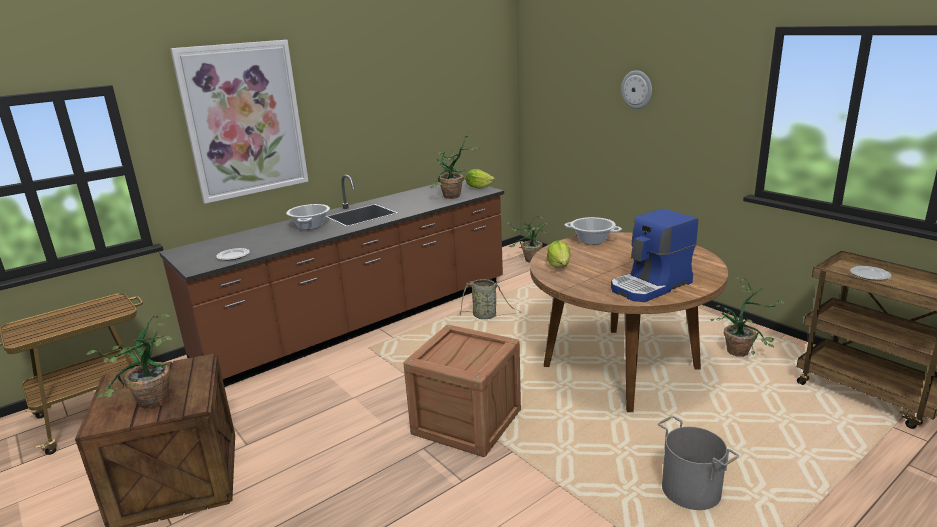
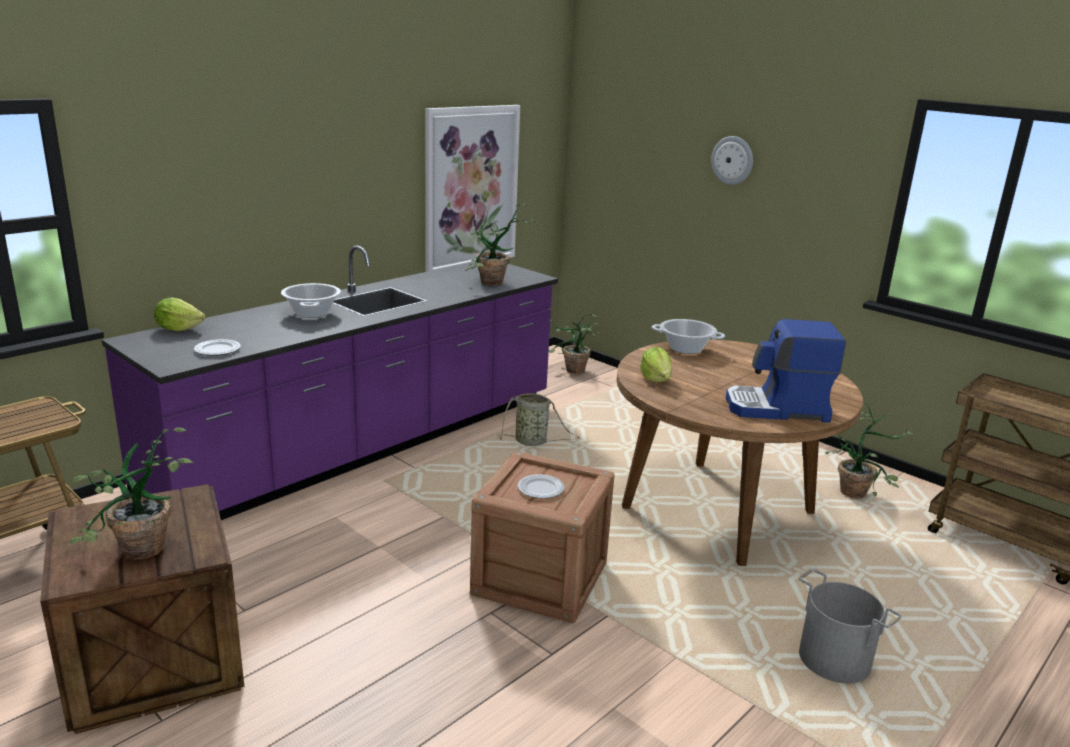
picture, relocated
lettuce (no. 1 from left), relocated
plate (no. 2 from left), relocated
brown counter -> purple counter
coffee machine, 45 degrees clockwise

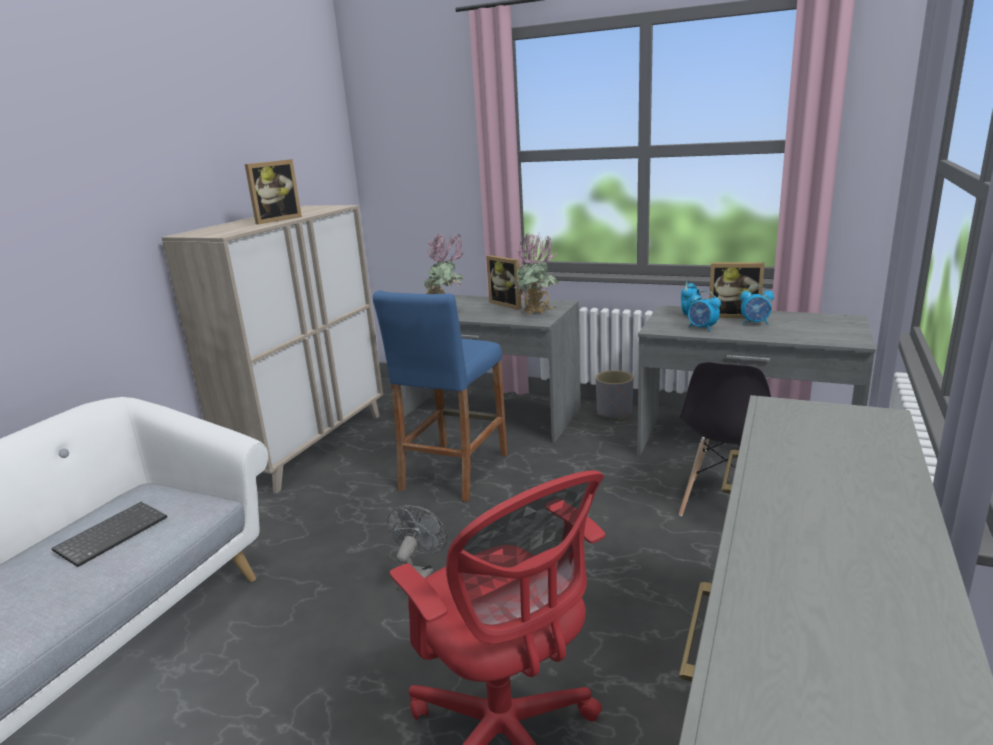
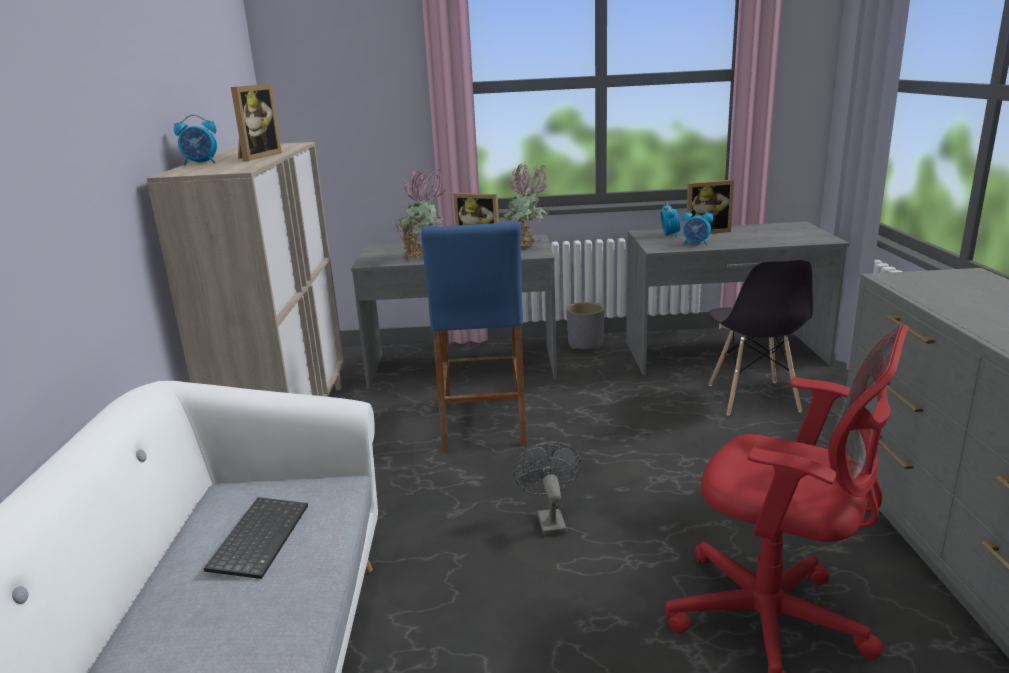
alarm clock (no. 3 from left in the first image) -> alarm clock (no. 1 from left), relocated

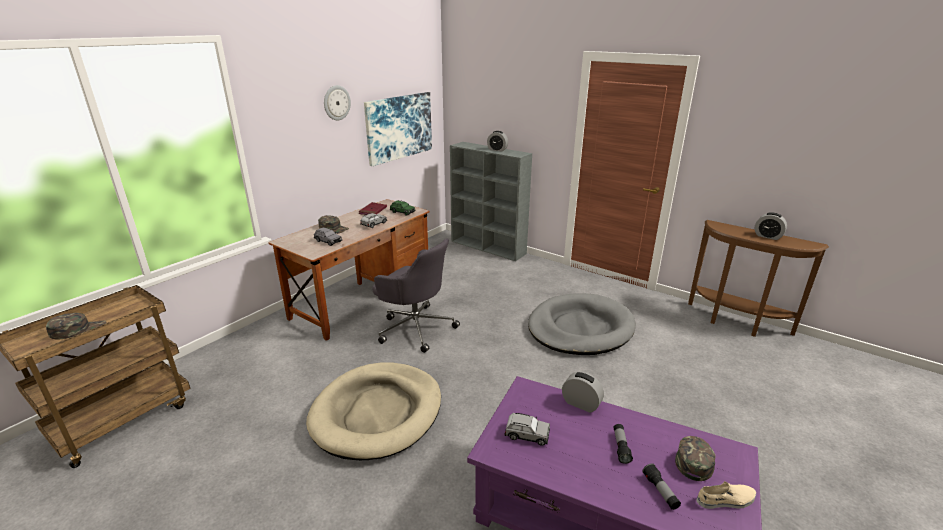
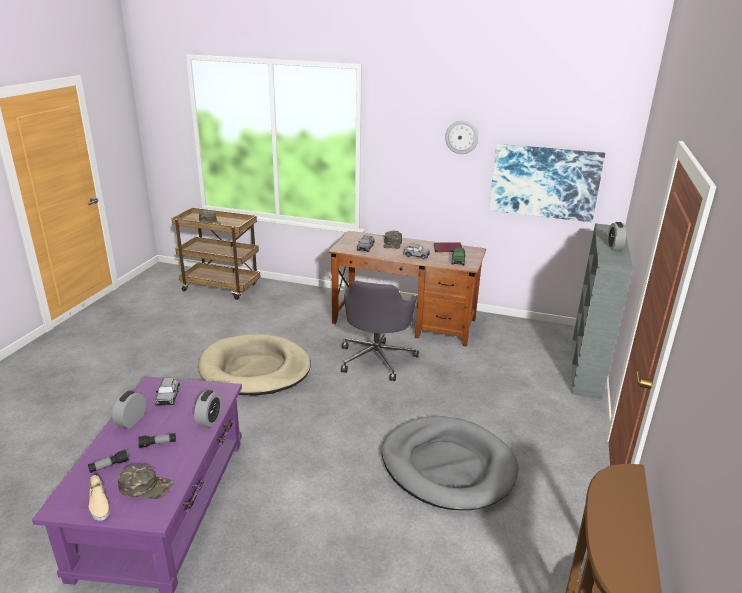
alarm clock (no. 3 from left in the first image) -> alarm clock (no. 1 from left), relocated

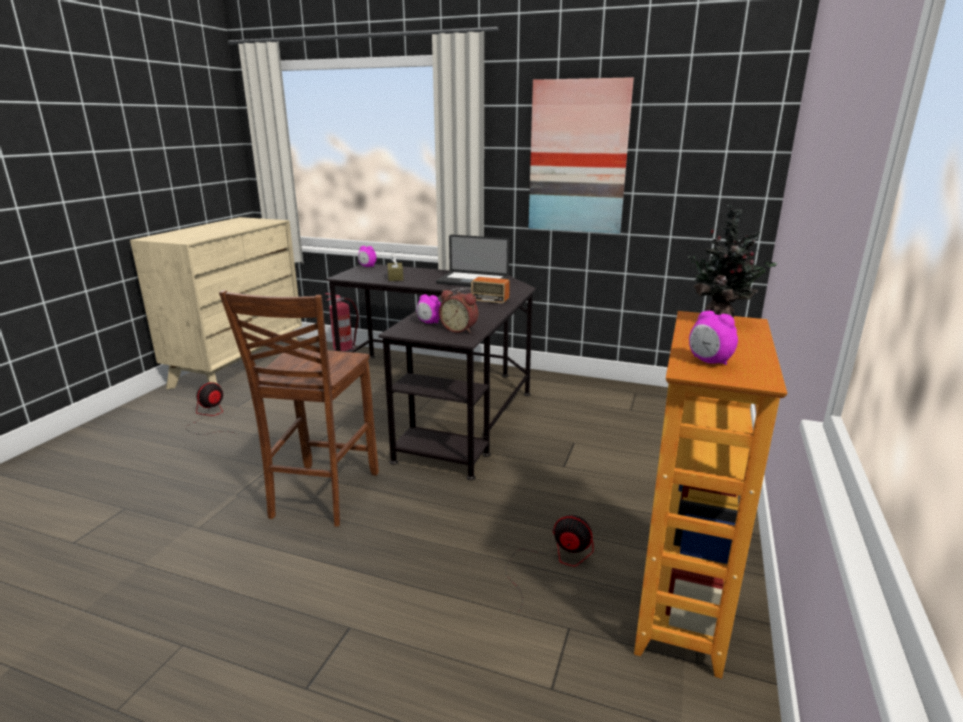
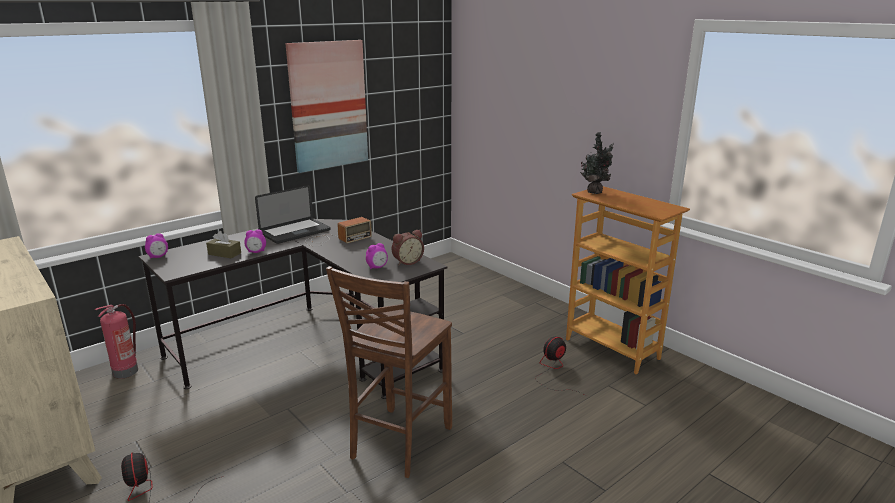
alarm clock (no. 4 from left in the first image) -> alarm clock (no. 2 from left), relocated
brown chair, 75 degrees clockwise

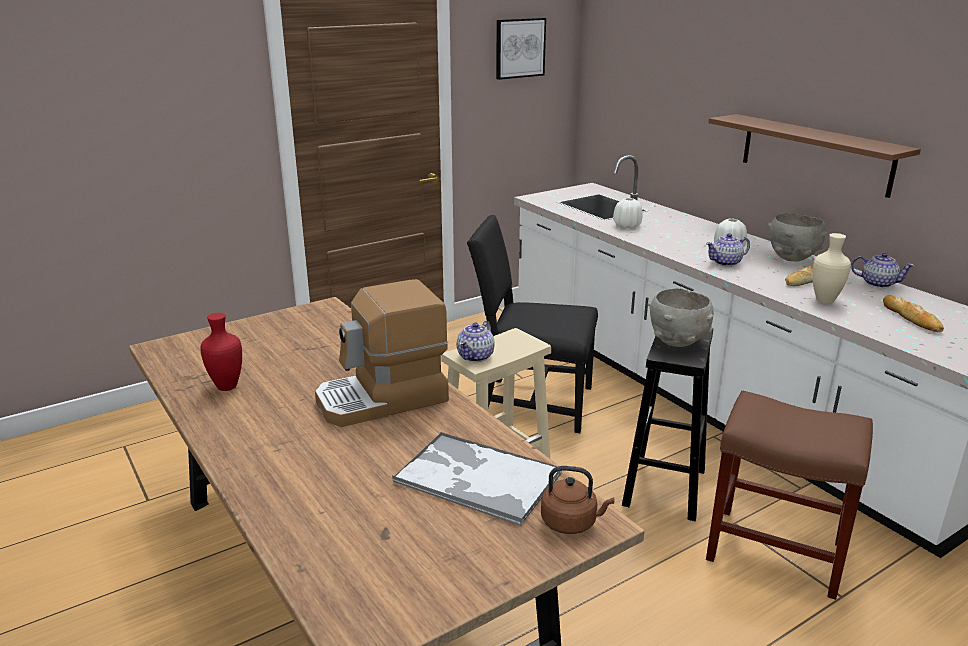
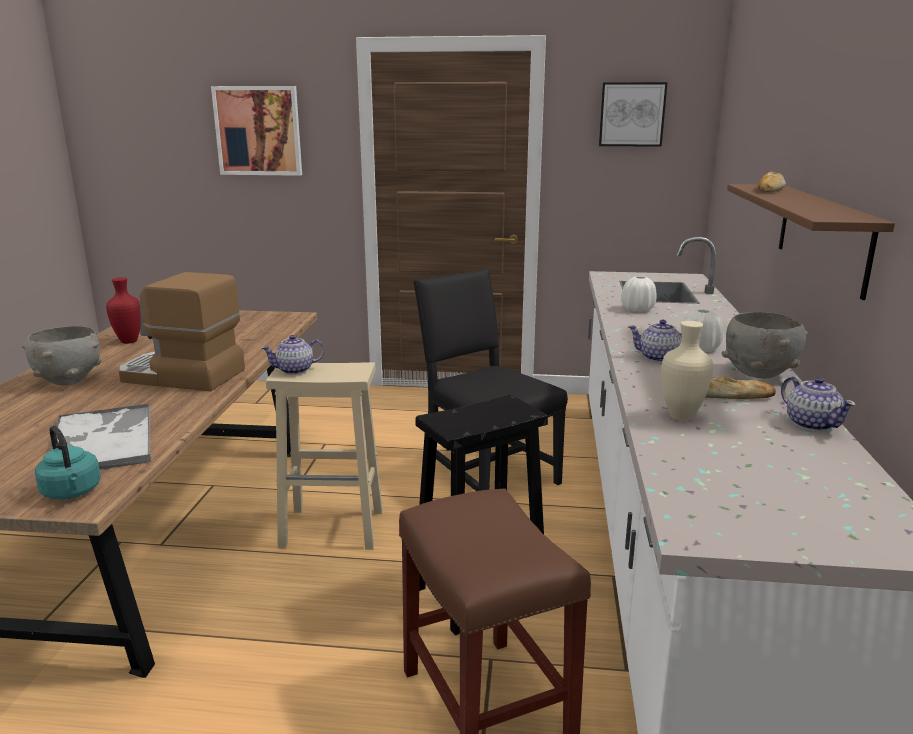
none -> picture (no. 1 from left)
grey bowl (no. 1 from left), relocated
bread (no. 2 from left), relocated
brown kettle -> turquoise kettle

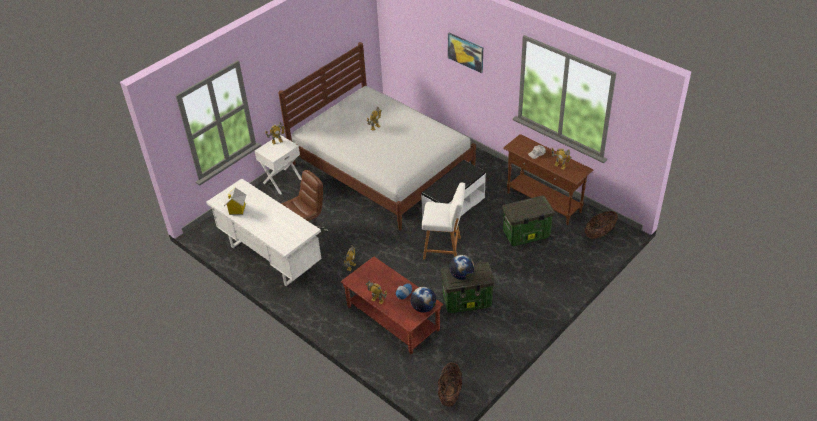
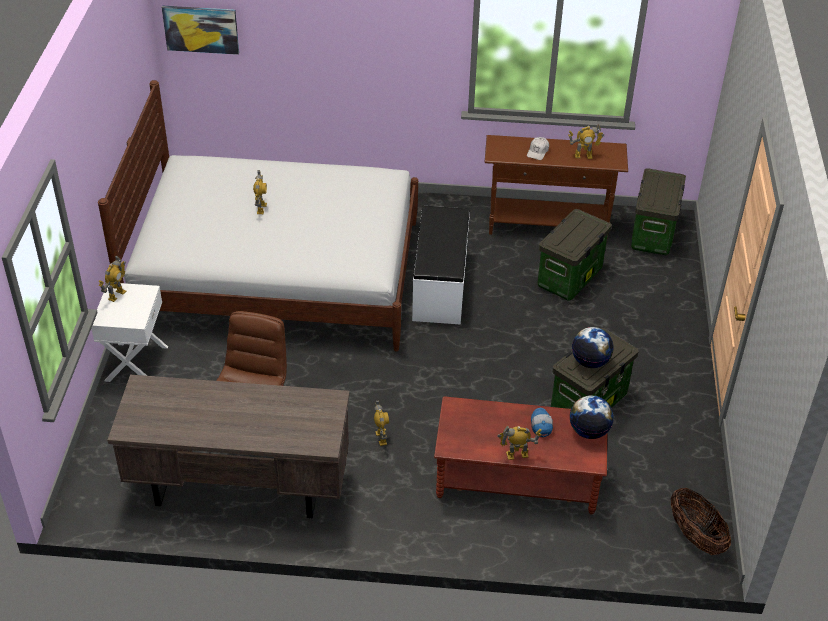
toy house -> none
white stool -> none
picture, relocated
basket (no. 2 from left) -> storage box (no. 3 from left)
white desk -> brown desk

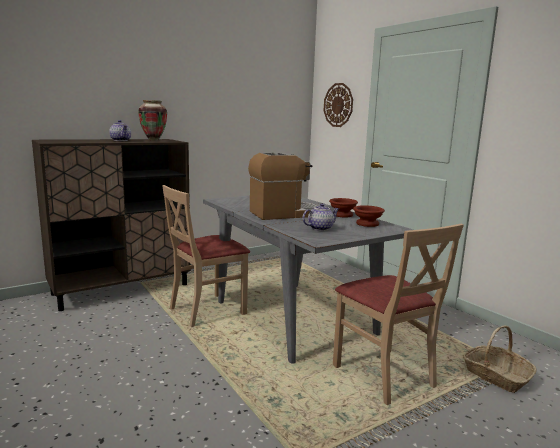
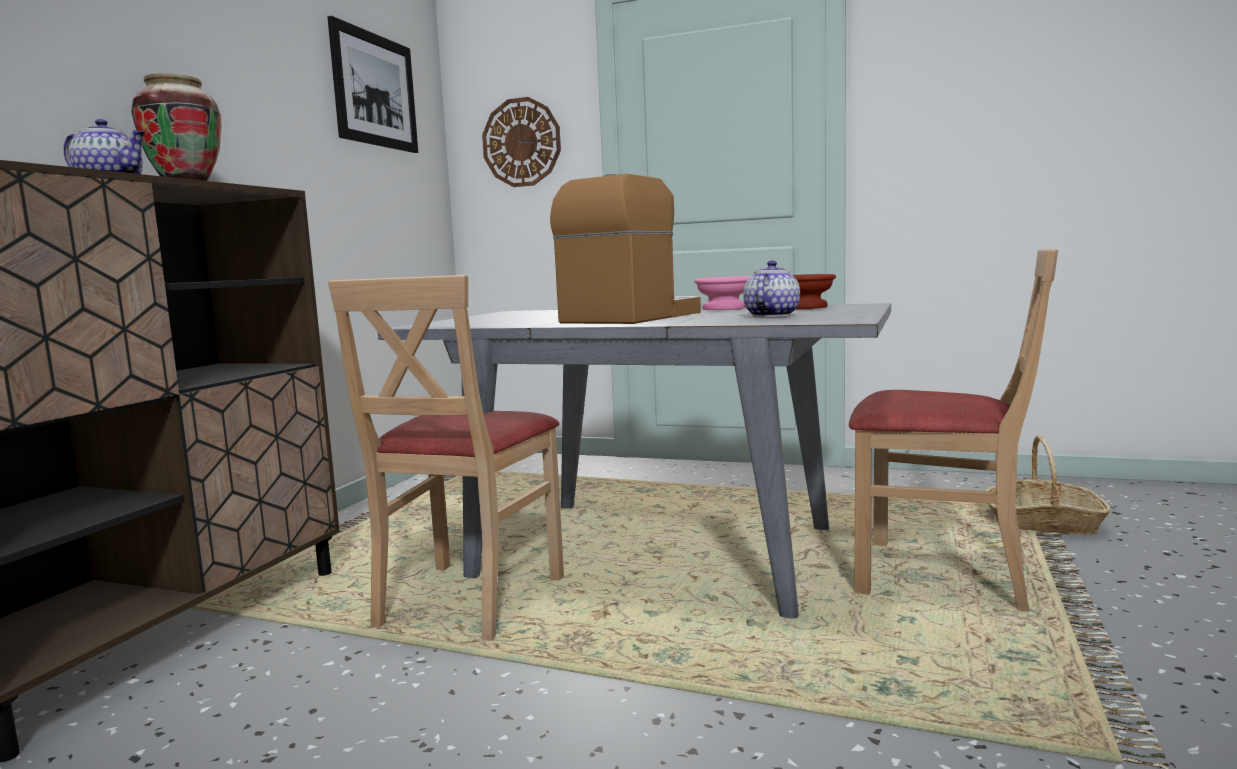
none -> picture
brown bowl (no. 1 from left) -> pink bowl

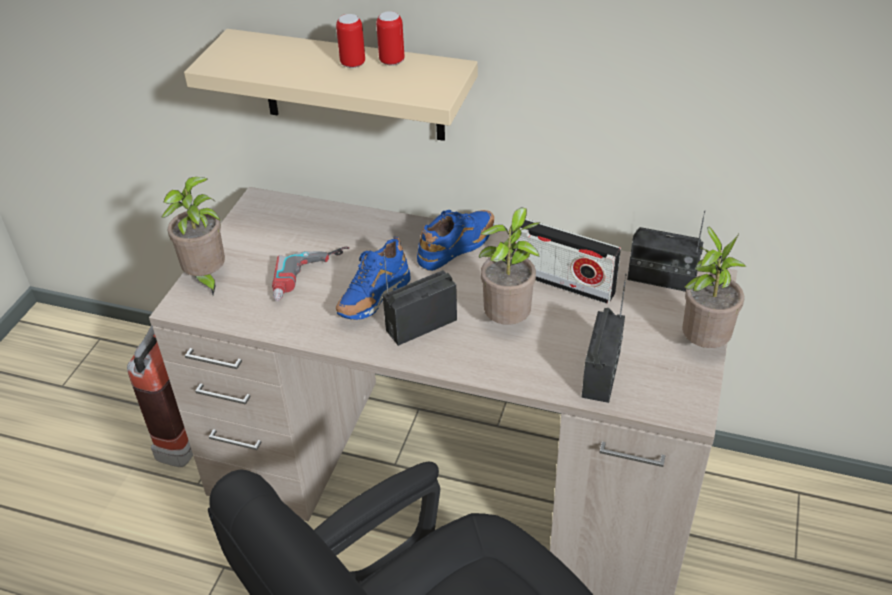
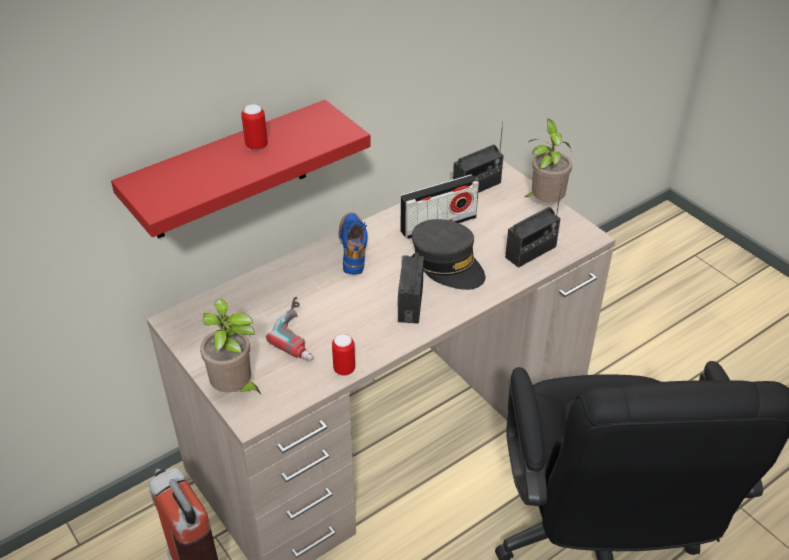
blue shoe (no. 1 from left) -> none
can (no. 2 from left), relocated
potted plant (no. 2 from left) -> grey cap
beige shelf -> red shelf
radio (no. 3 from left in the first image) -> radio (no. 4 from left), 90 degrees clockwise

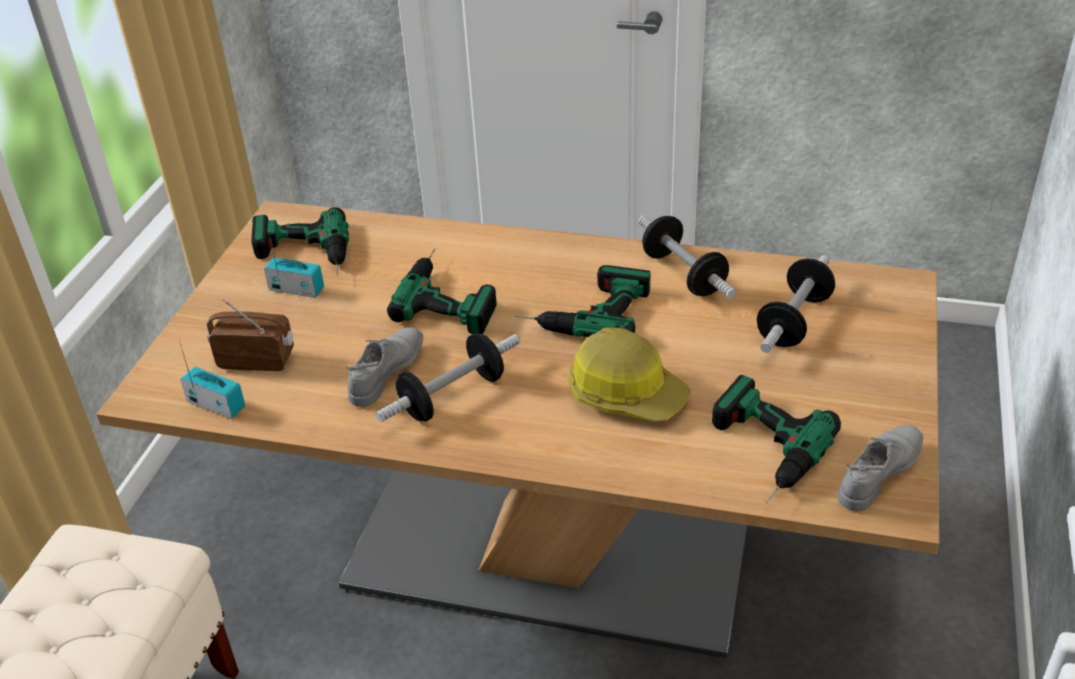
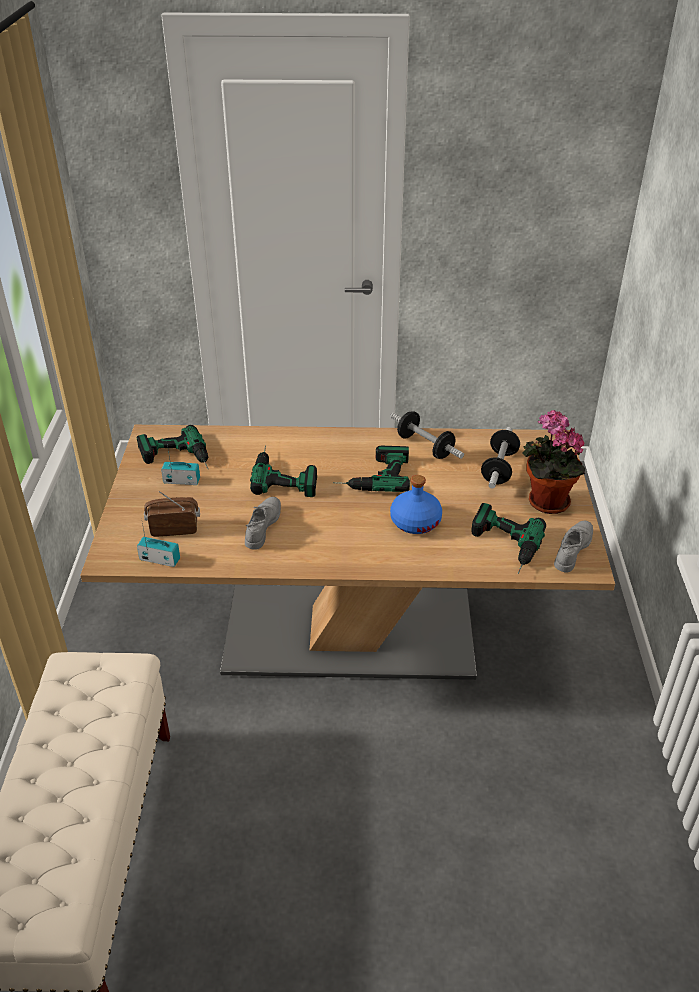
dumbbell (no. 1 from left) -> none
none -> potted plant
hard hat -> blue bottle

